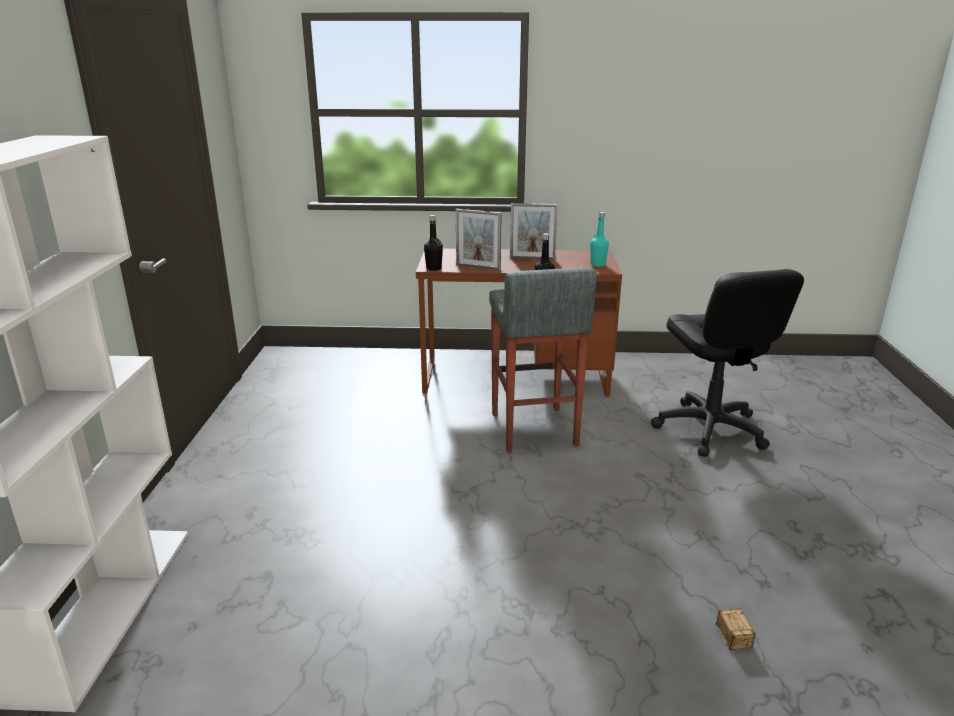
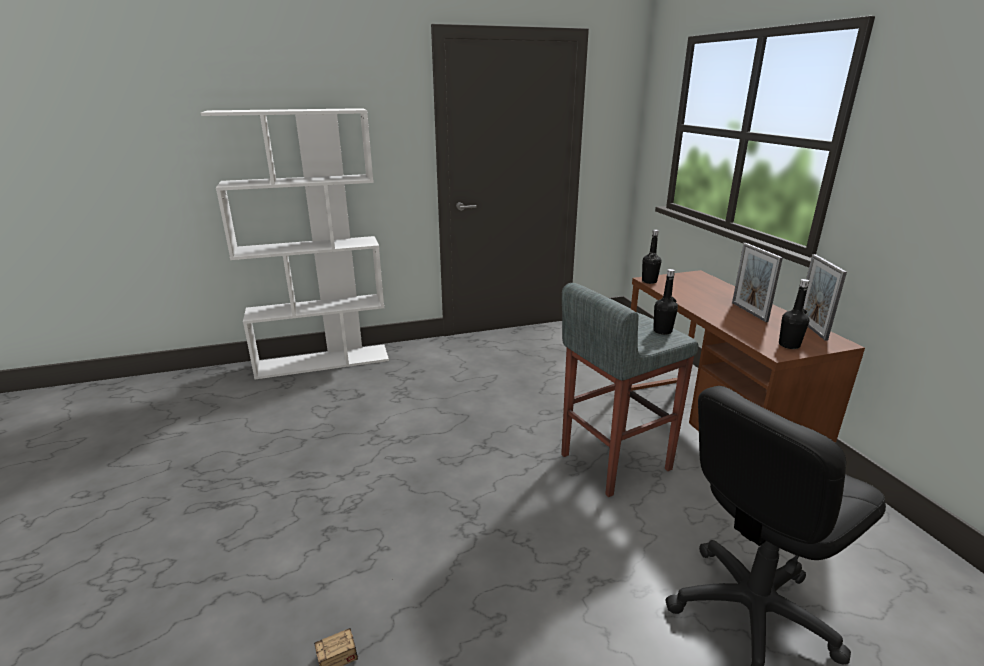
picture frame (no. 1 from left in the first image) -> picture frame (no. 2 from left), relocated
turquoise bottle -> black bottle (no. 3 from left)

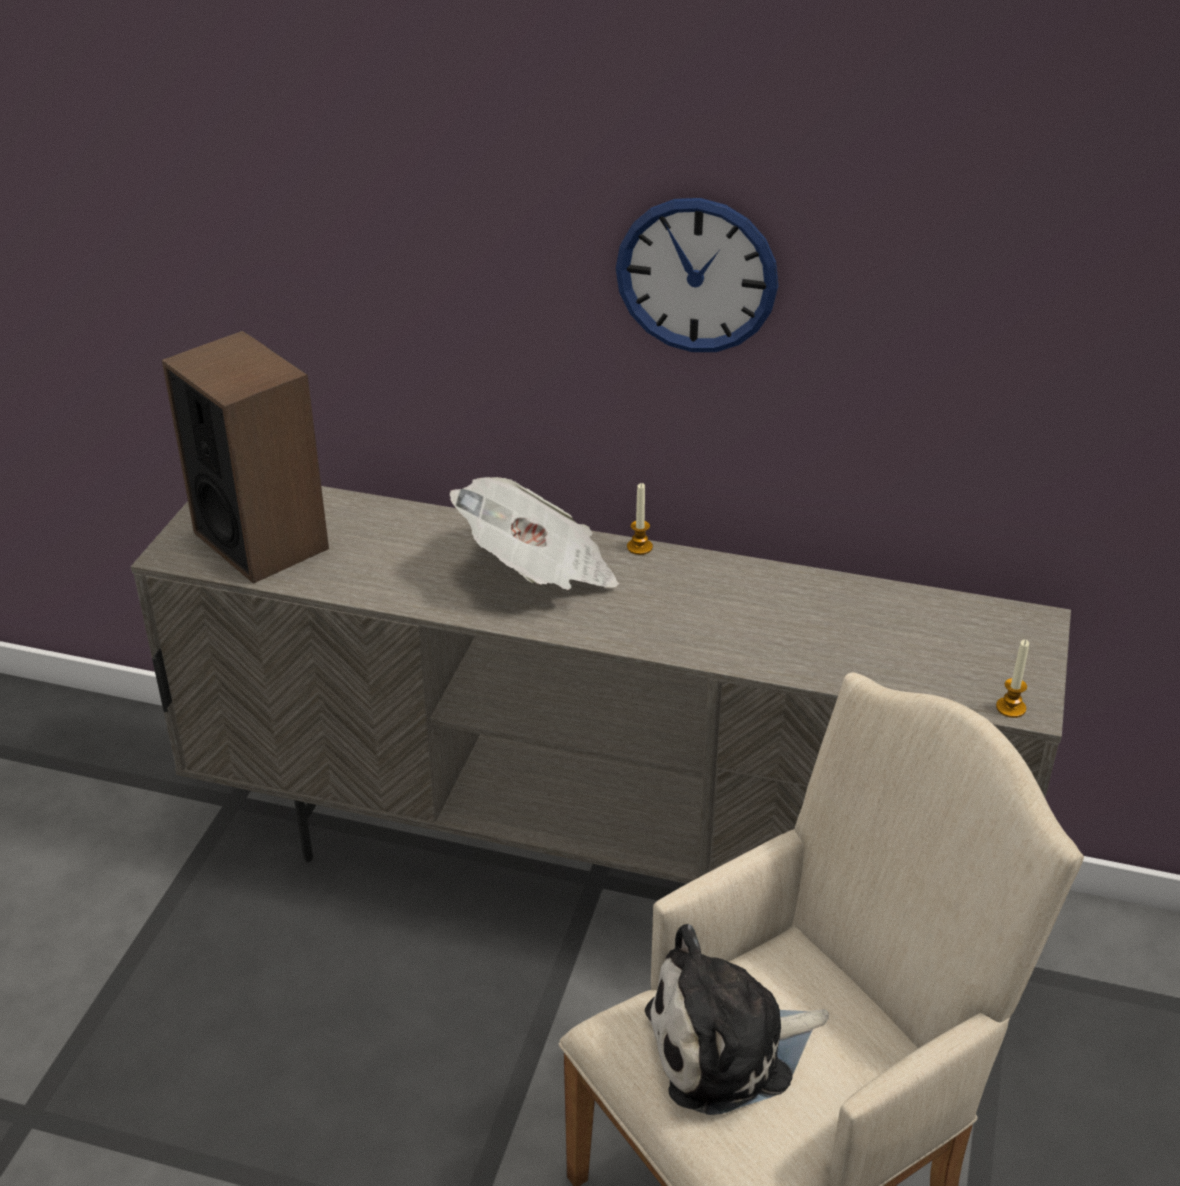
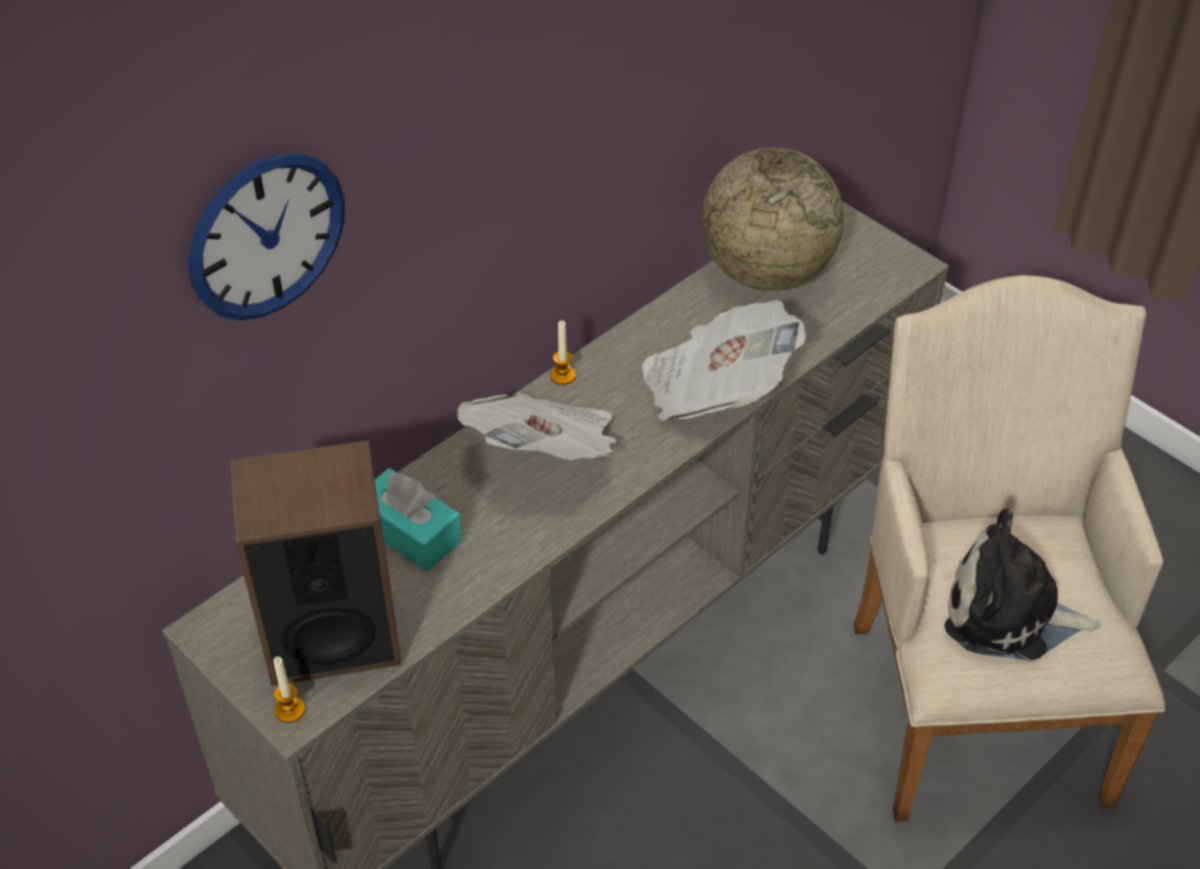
none -> turquoise tissue box
none -> newspaper (no. 2 from left)
none -> globe
wall clock, relocated
candle (no. 2 from left in the first image) -> candle (no. 1 from left), relocated
plush toy, 90 degrees clockwise

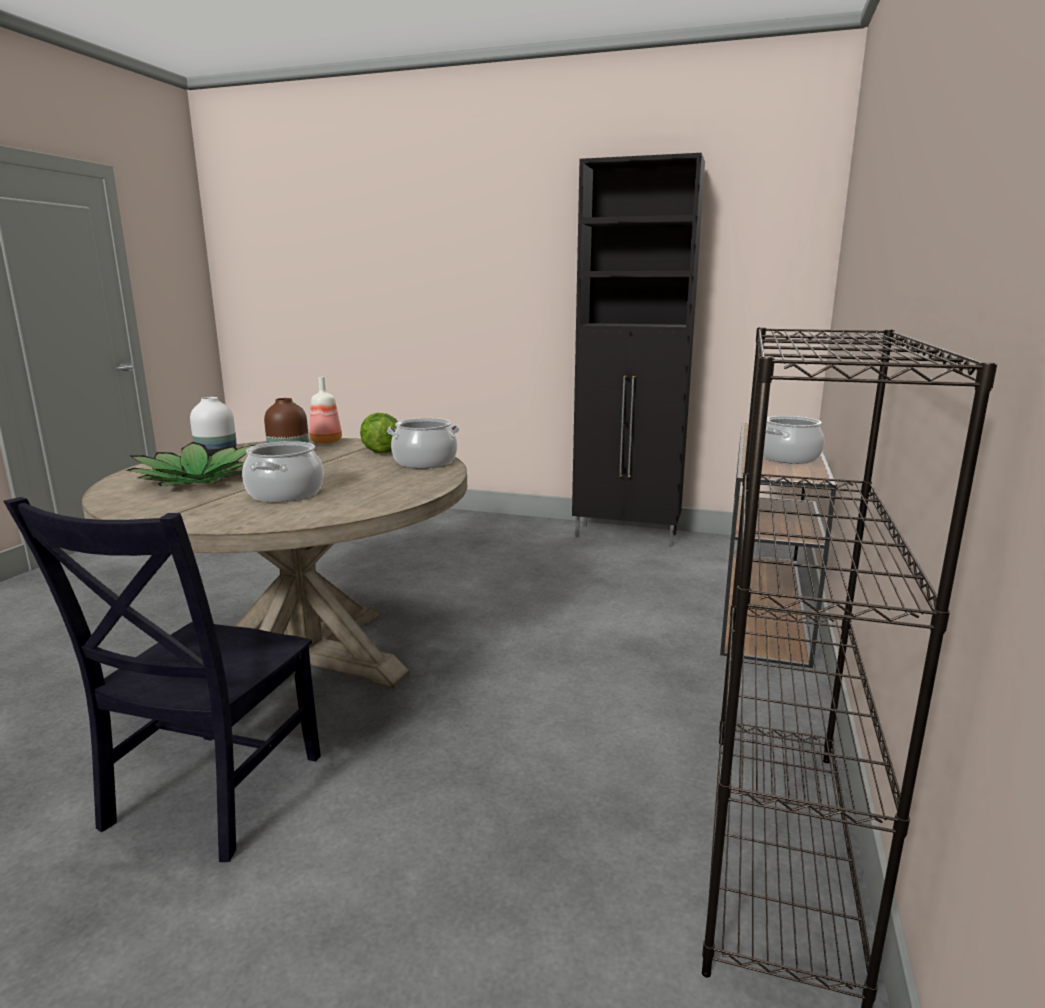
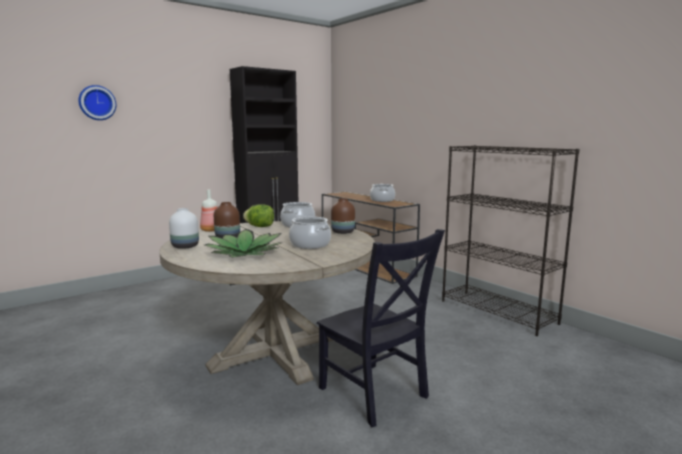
none -> wall clock
none -> brown vase (no. 2 from left)

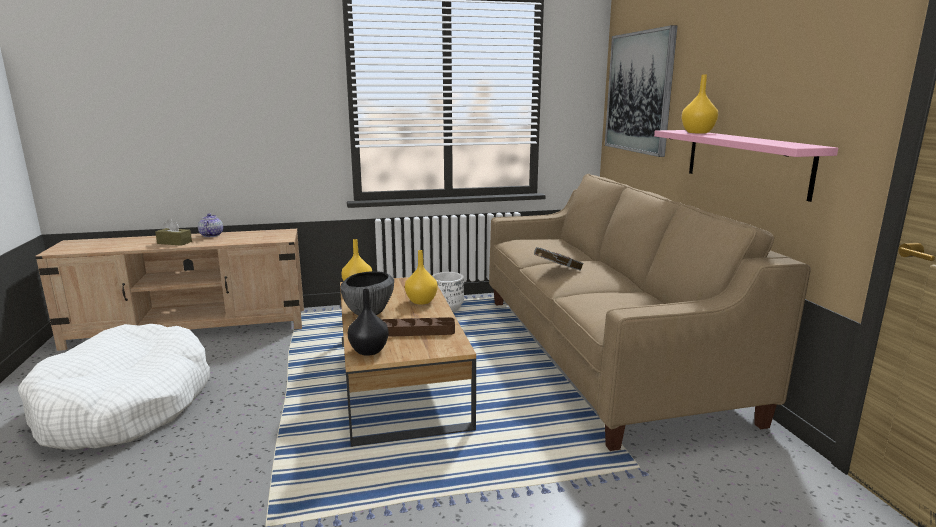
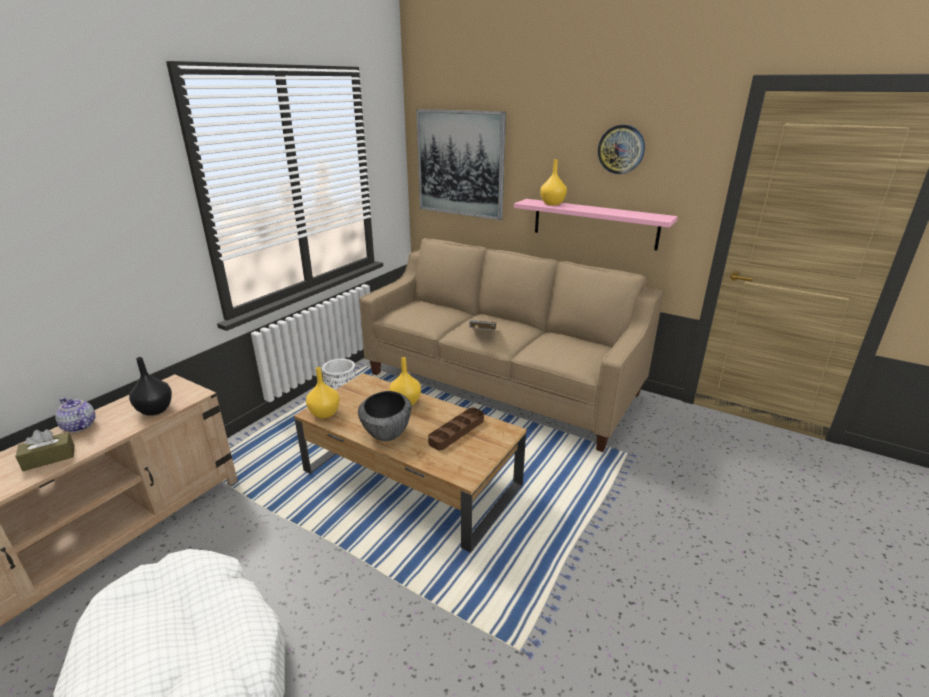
none -> wall clock
black vase, relocated

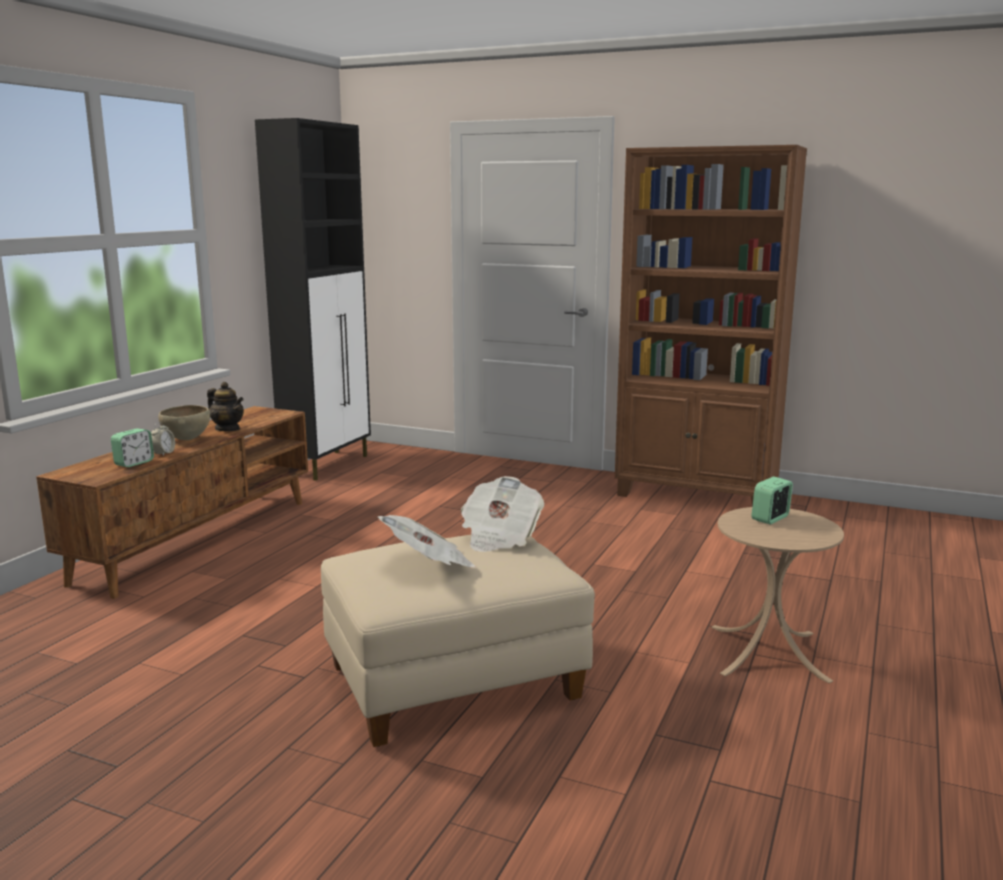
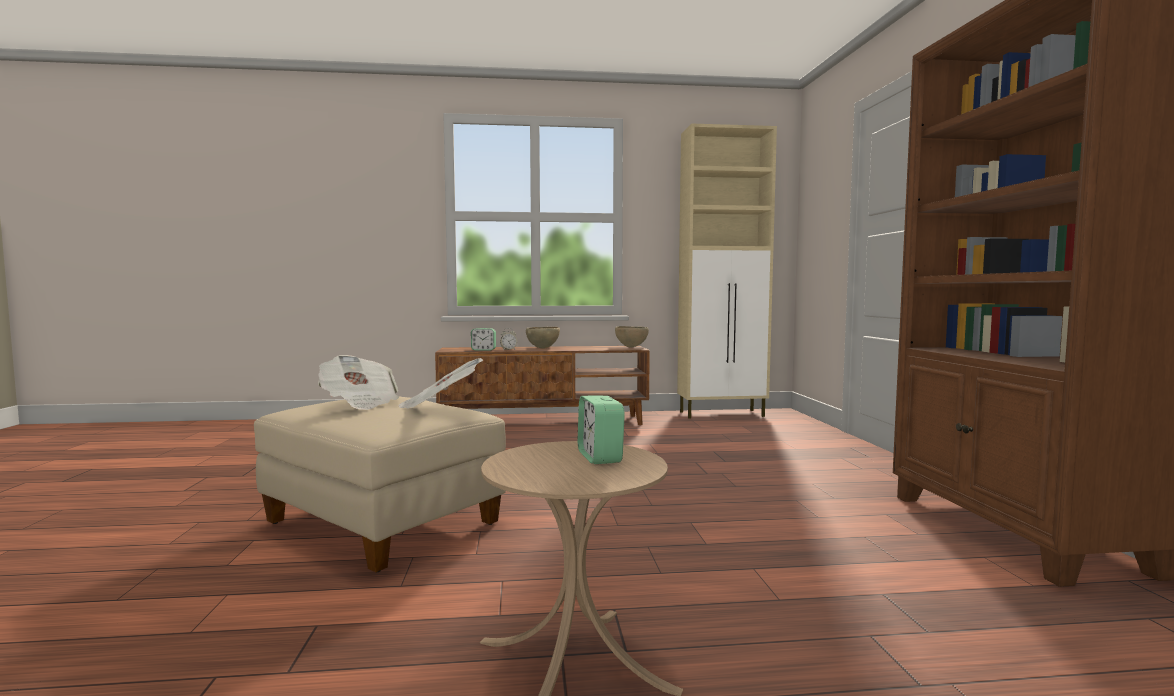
teapot -> none
none -> brown bowl (no. 2 from left)
black cabinet -> beige cabinet
alarm clock (no. 3 from left), 120 degrees counterclockwise

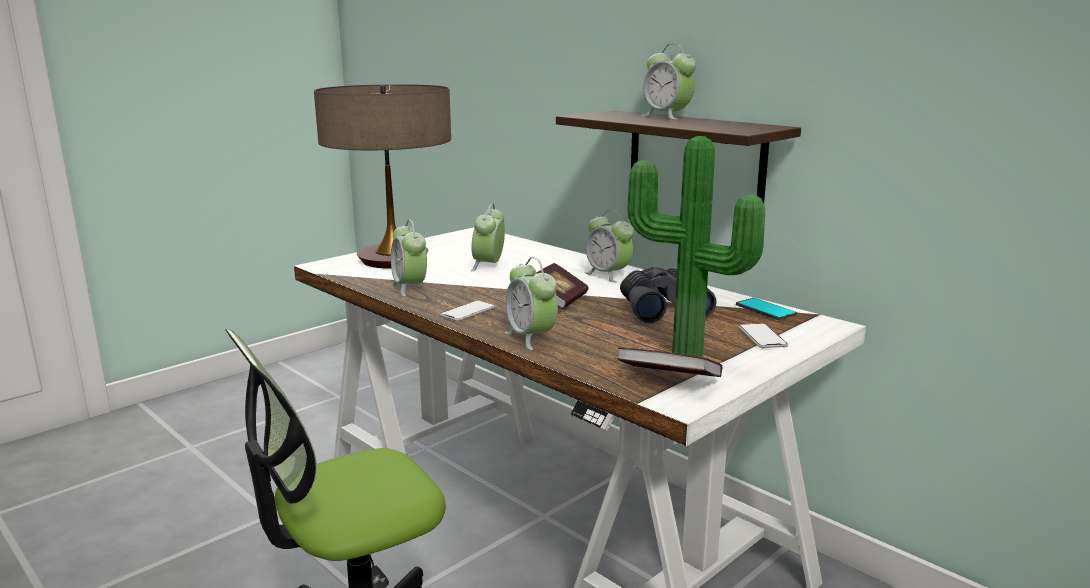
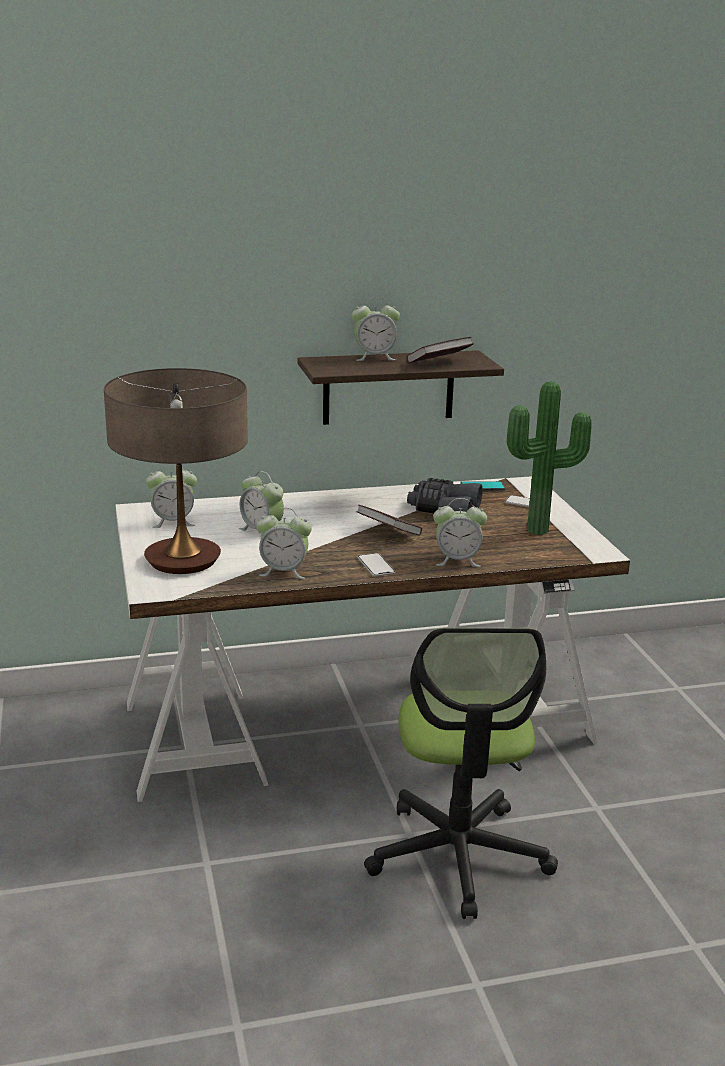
alarm clock (no. 4 from left in the first image) -> alarm clock (no. 1 from left), relocated
book (no. 2 from left), relocated

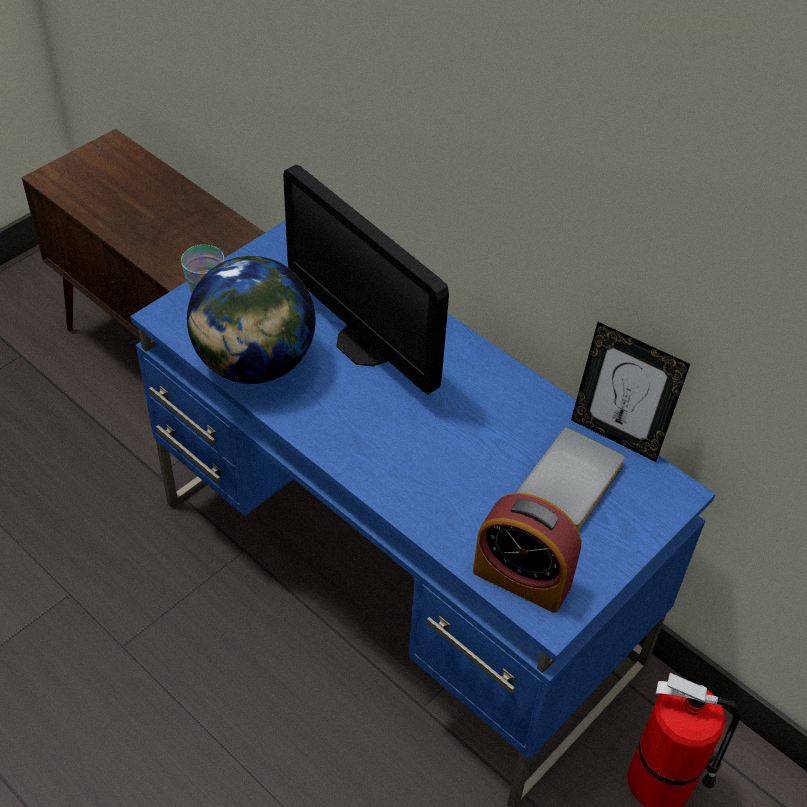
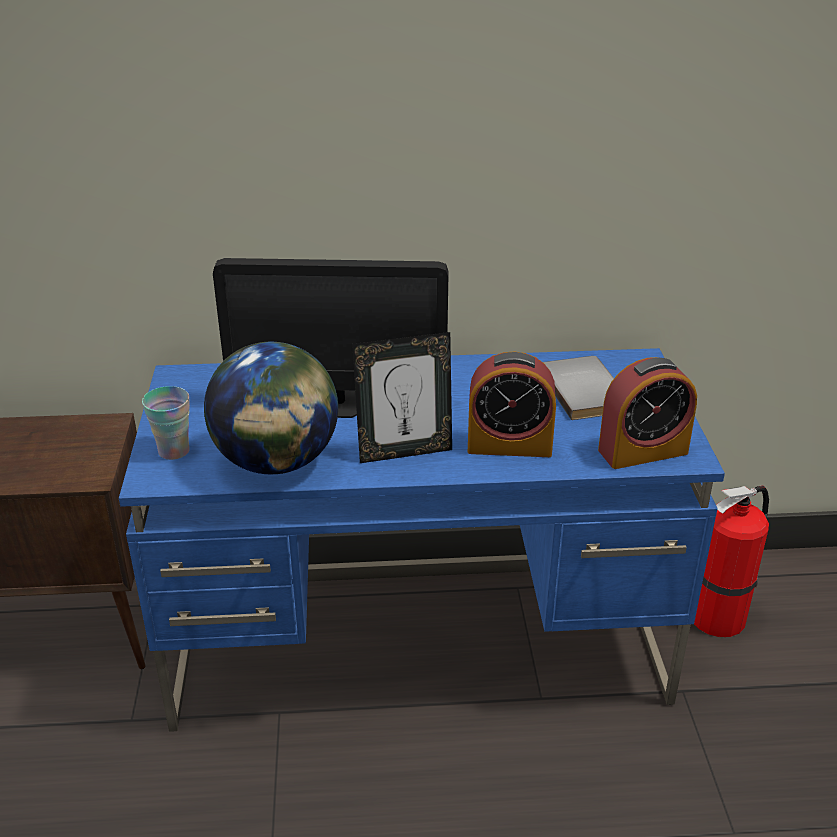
none -> alarm clock (no. 1 from left)
picture frame, relocated

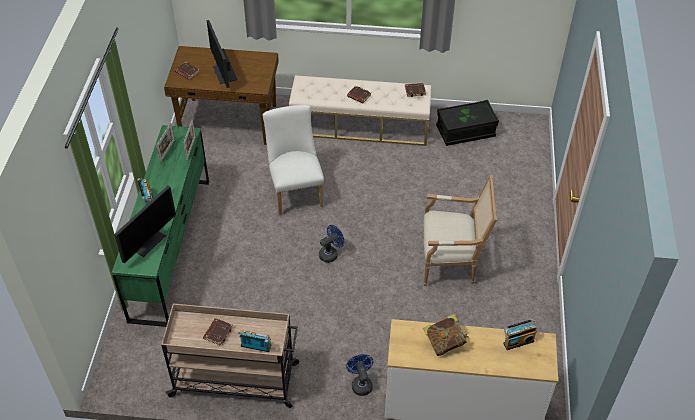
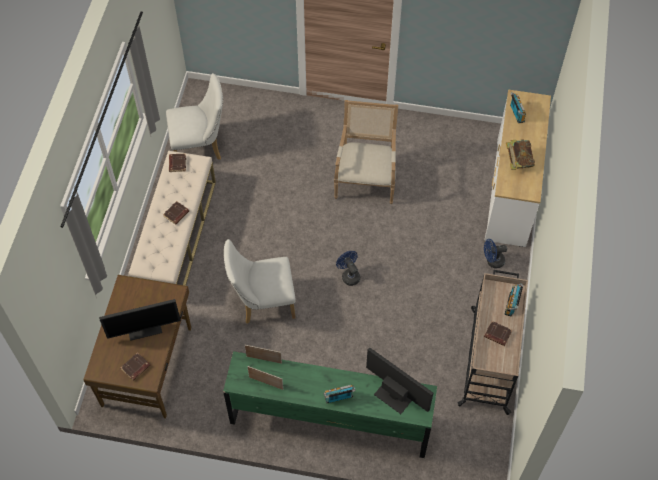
black storage box -> white chair (no. 1 from left)

